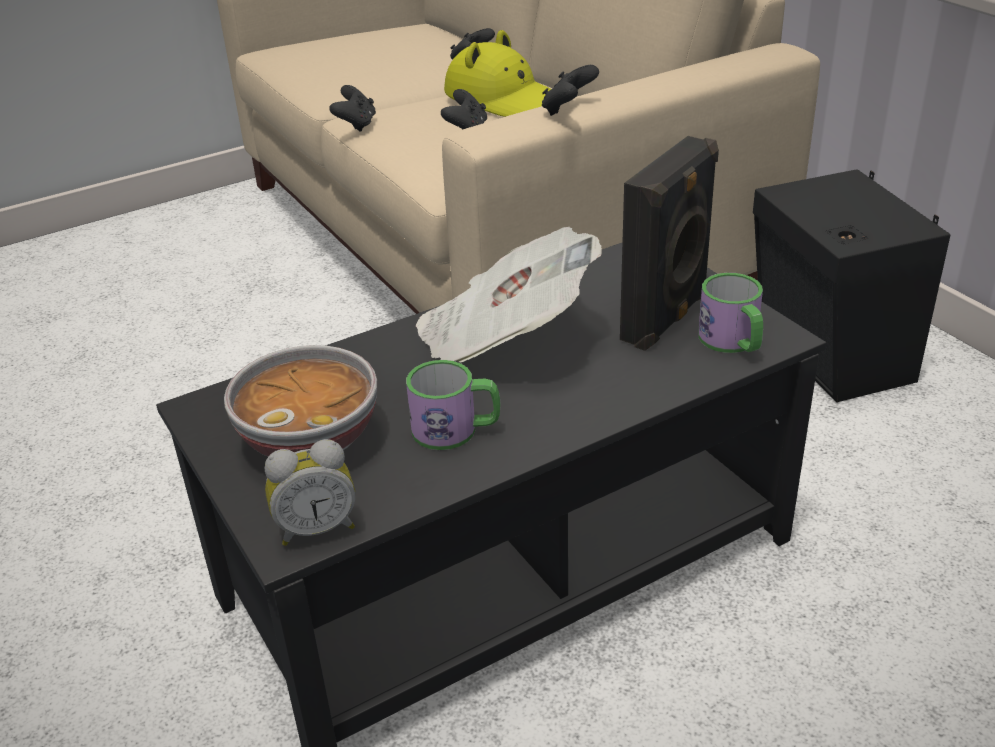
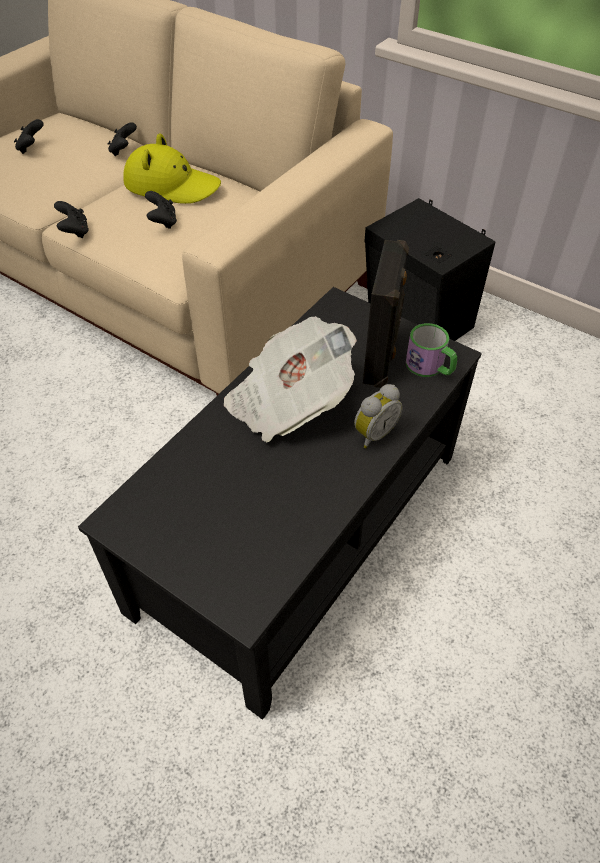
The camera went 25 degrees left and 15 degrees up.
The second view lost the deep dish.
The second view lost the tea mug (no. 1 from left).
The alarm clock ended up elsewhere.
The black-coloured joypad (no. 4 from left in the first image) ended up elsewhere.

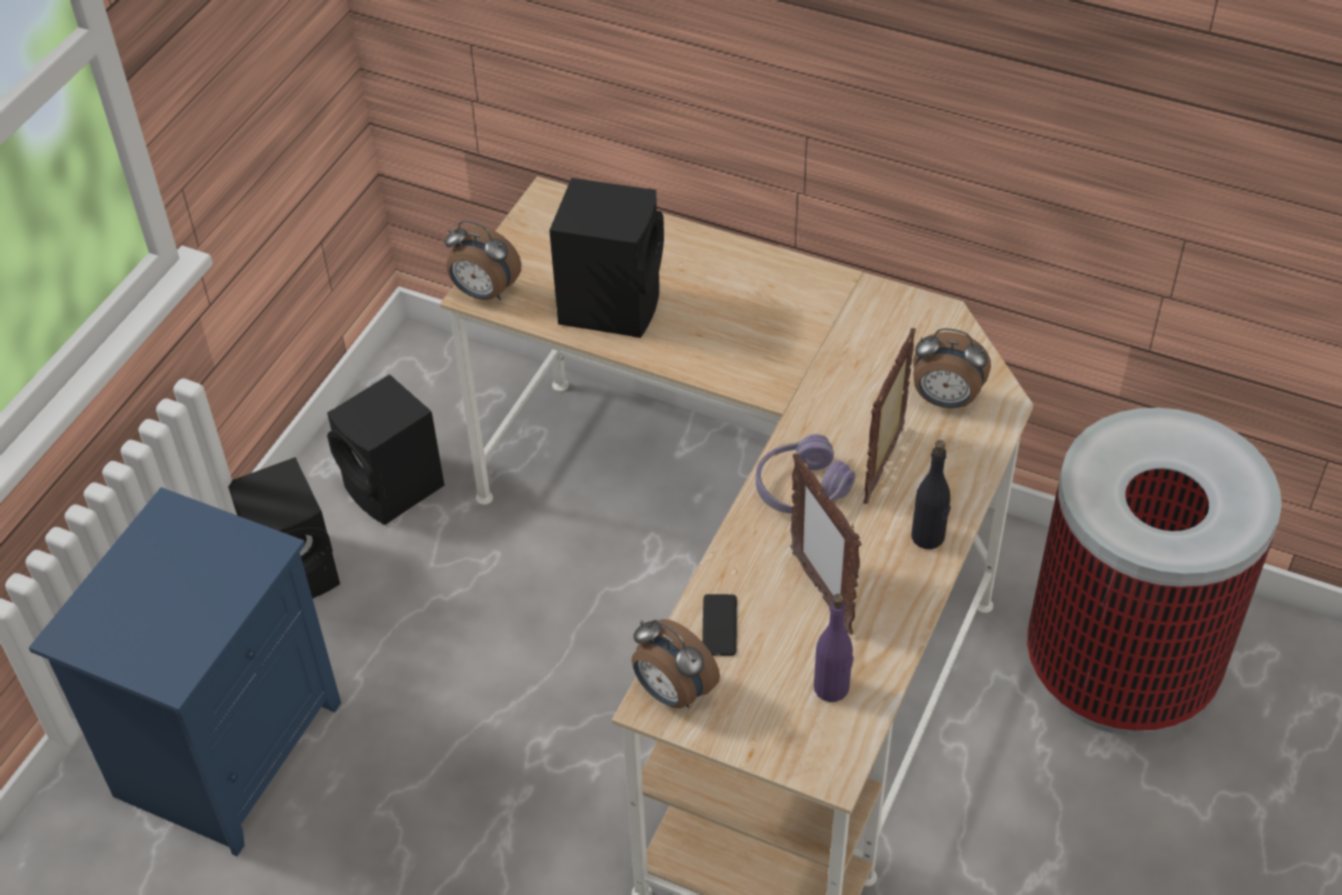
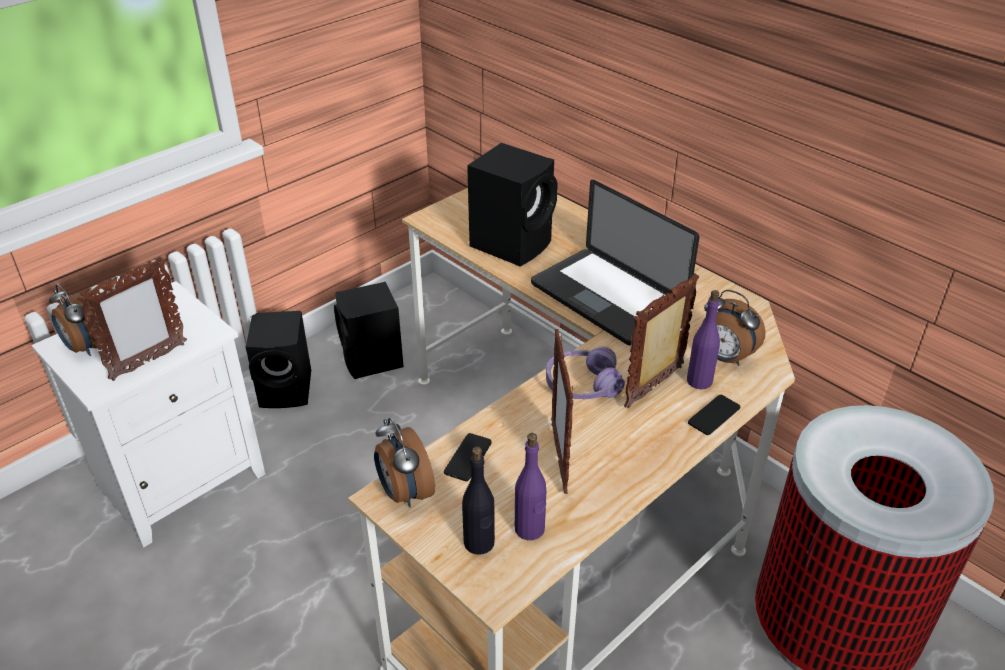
The camera went 20 degrees right and 10 degrees down.
The second view gained the picture frame (no. 1 from left).
The second view gained the portable computer.
The second view gained the purplish bottle (no. 2 from left).
The second view gained the handset (no. 2 from left).
The alarm clock (no. 1 from left) ended up elsewhere.
The black-coloured bottle ended up elsewhere.
What was the blue-coloured bedside table turned into the whitish bedside table.

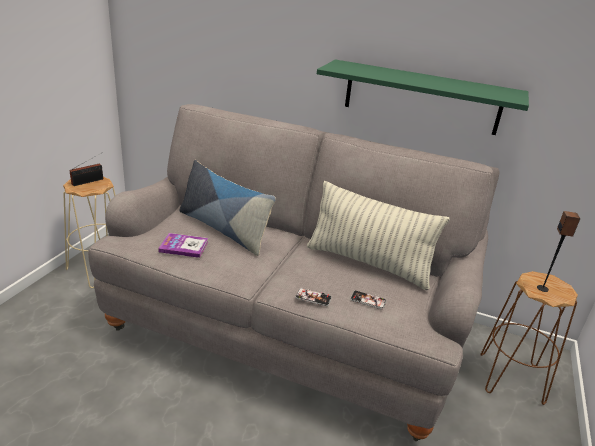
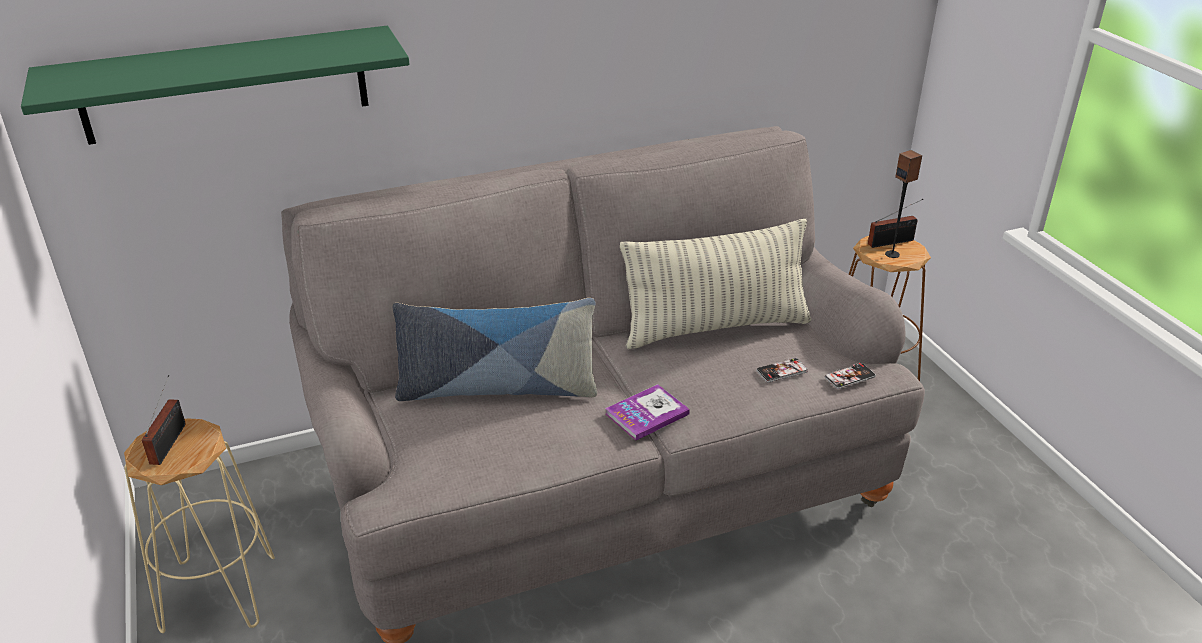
The camera went 40 degrees left and 5 degrees up.
The second view gained the radio (no. 2 from left).
The bound book ended up elsewhere.
The handset (no. 1 from left in the first image) ended up elsewhere.
The greenish wall shelf ended up elsewhere.

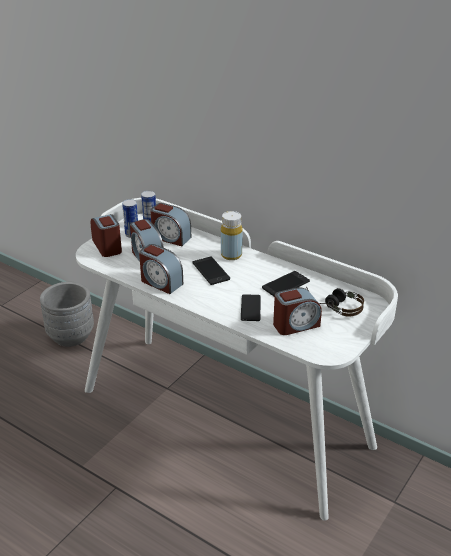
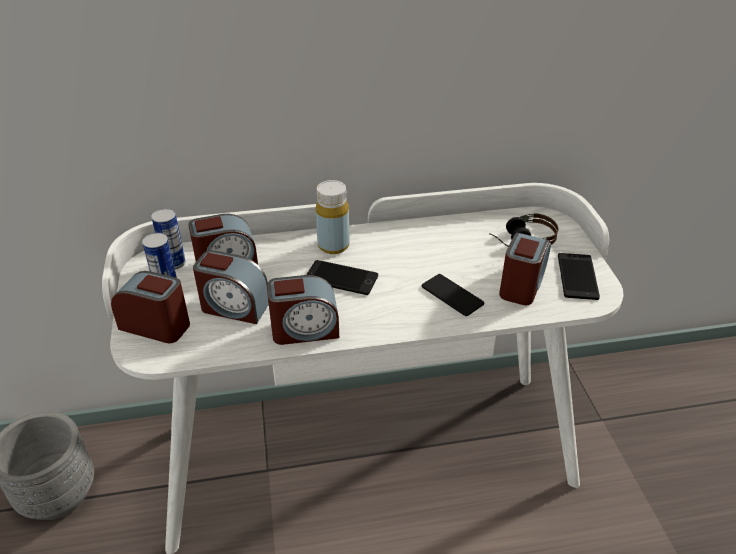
The camera went 45 degrees left and 5 degrees up.
The handset (no. 3 from left) ended up elsewhere.

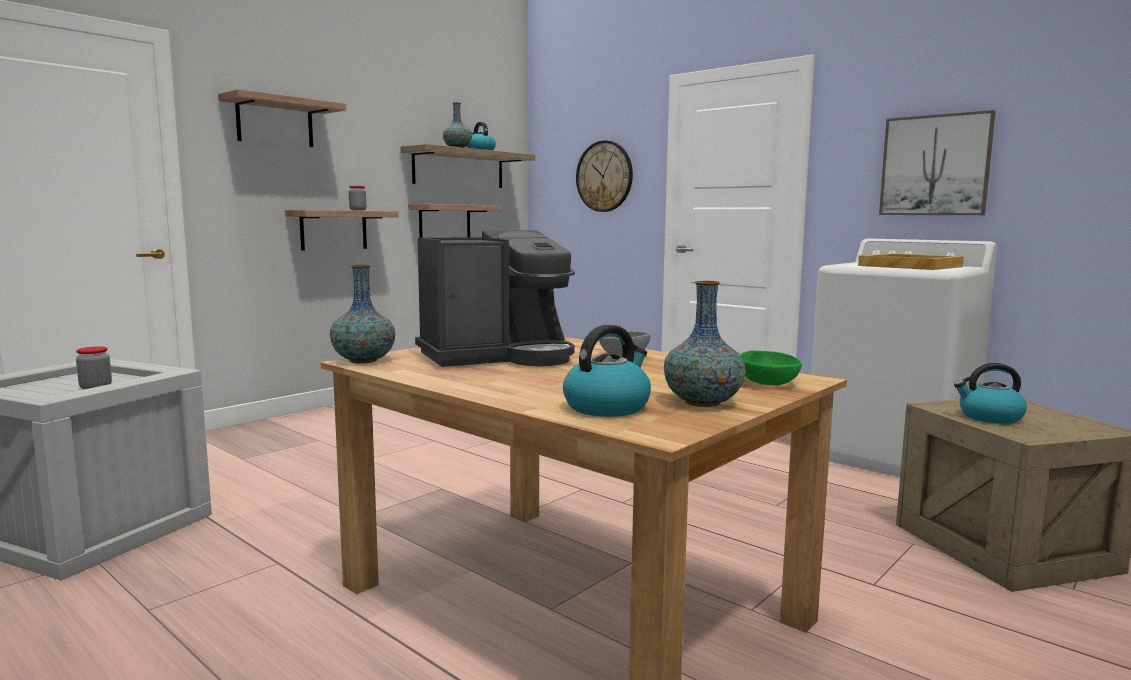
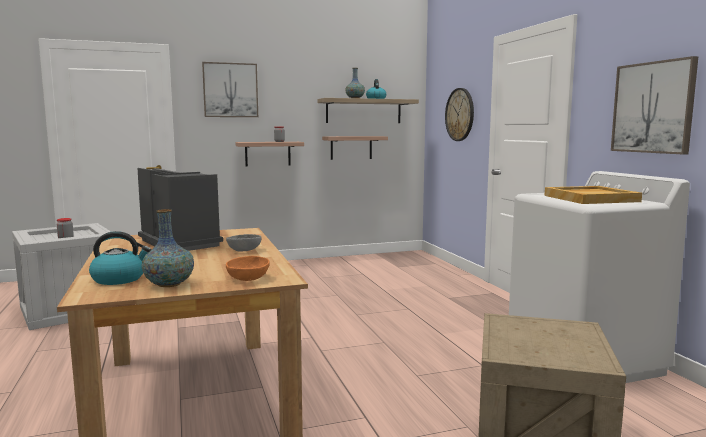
The camera went 30 degrees right and 0 degrees up.
The second view lost the flower vase (no. 1 from left).
The second view lost the water kettle (no. 3 from left).
Where the wall shelf (no. 1 from left) hung, the wall picture (no. 1 from left) came to hang.
What was the greenish deep dish turned into the orange-coloured deep dish.
The coffee machine ended up facing another way, 135 degrees counterclockwise from before.

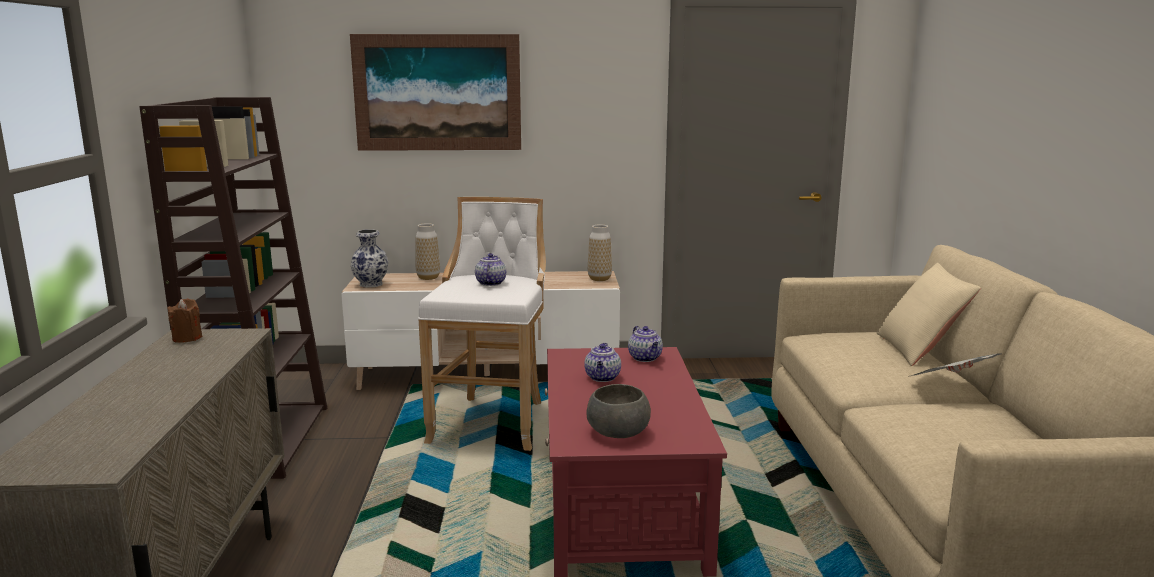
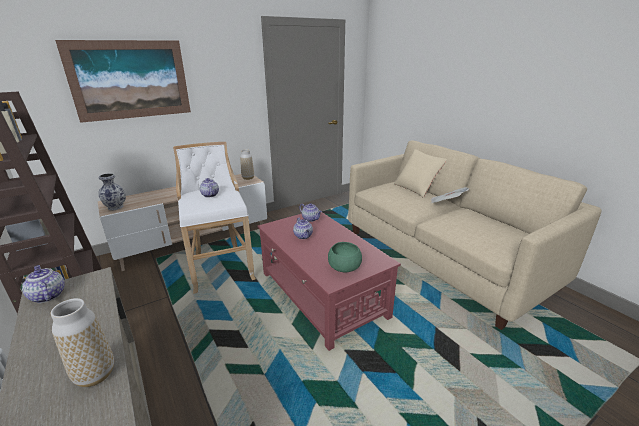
The camera went 30 degrees left and 10 degrees up.
The flower vase (no. 2 from left in the first image) ended up elsewhere.
Where the brown wax candle stood, the pot for tea (no. 1 from left) came to stand.
What was the greyish deep dish turned into the greenish deep dish.

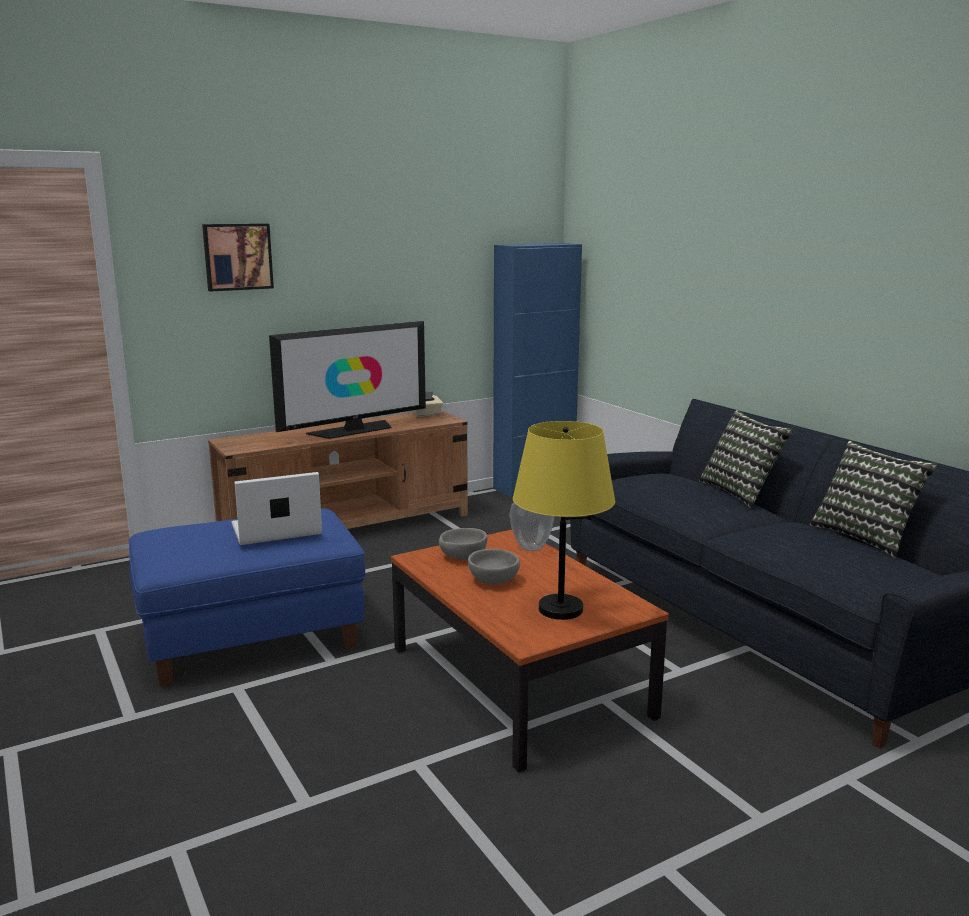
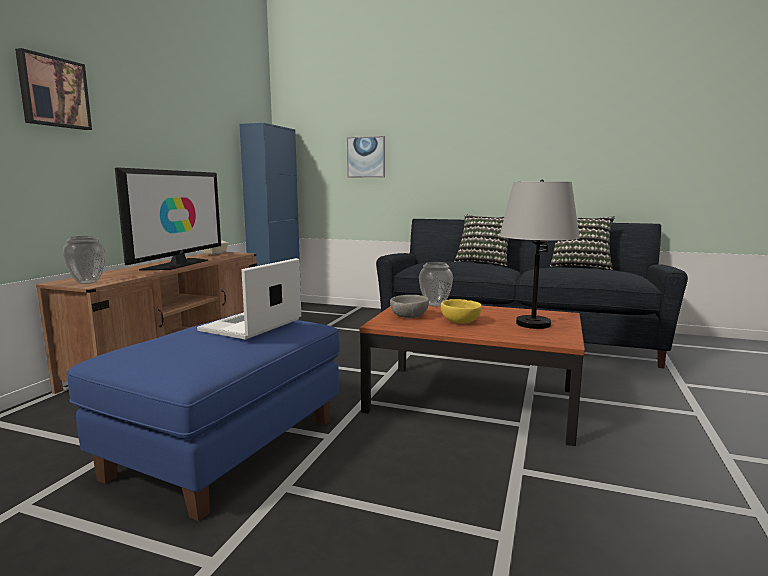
The camera went 40 degrees left and 5 degrees down.
The second view gained the flower vase (no. 1 from left).
The second view gained the wall picture (no. 2 from left).
What was the greyish deep dish (no. 2 from left) turned into the yellow deep dish.
What was the yellow lamp for a table turned into the greyish lamp for a table.

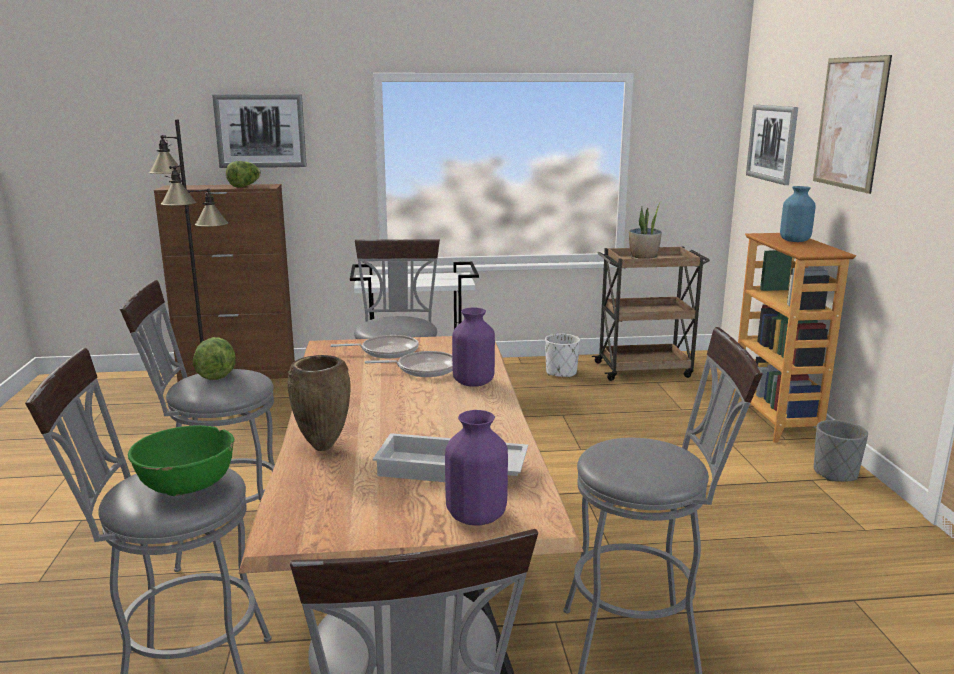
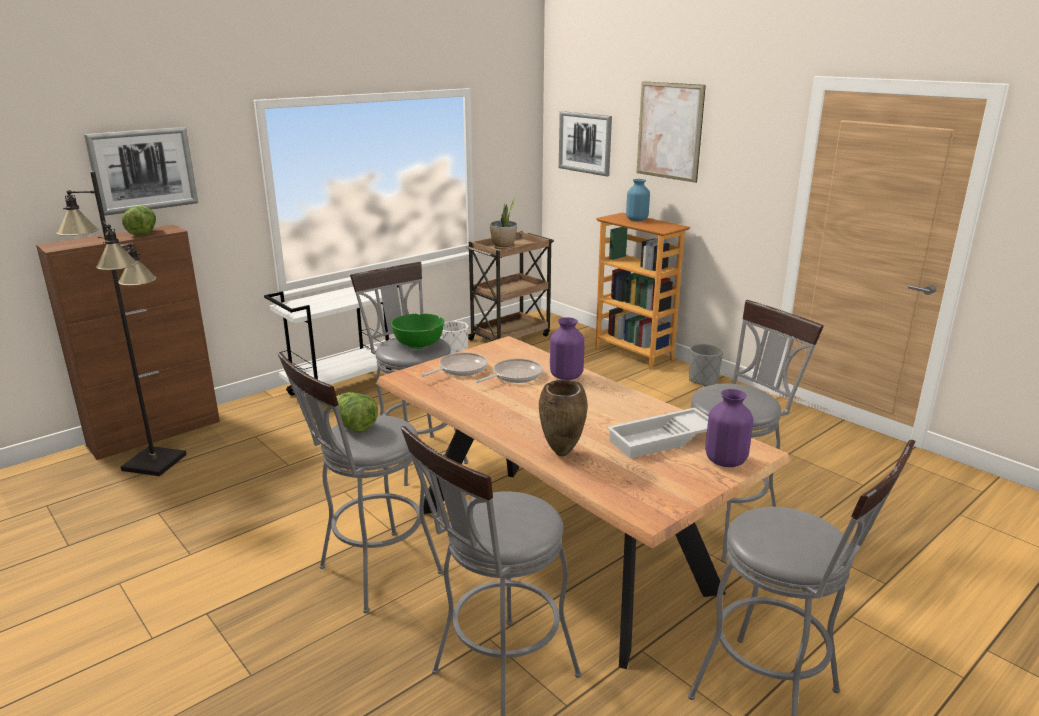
The camera went 35 degrees left and 5 degrees up.
The greenish deep dish ended up elsewhere.

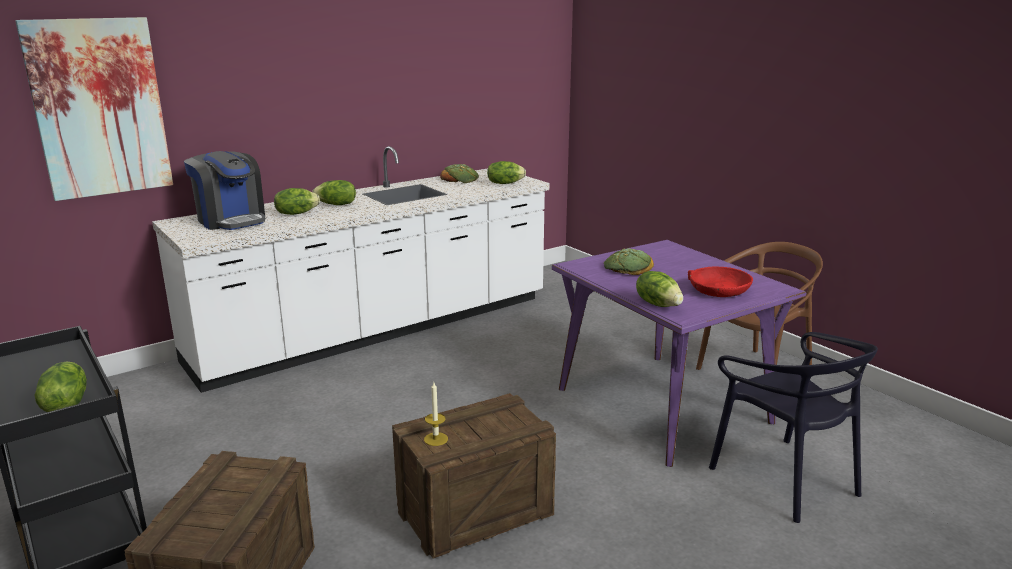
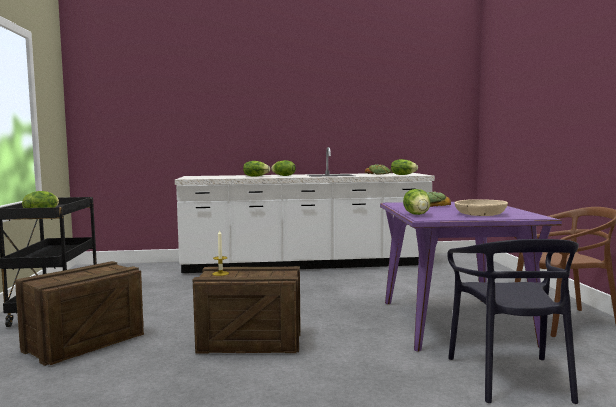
The camera went 30 degrees right and 15 degrees down.
The second view lost the wall picture.
The second view lost the coffee machine.
What was the red deep dish turned into the sand-coloured deep dish.

